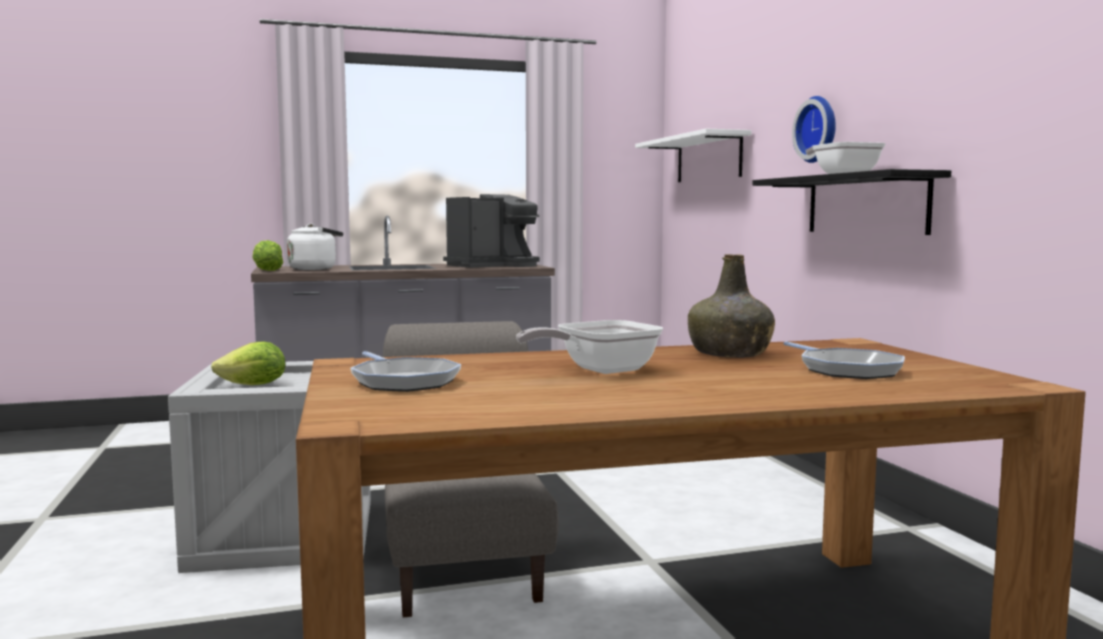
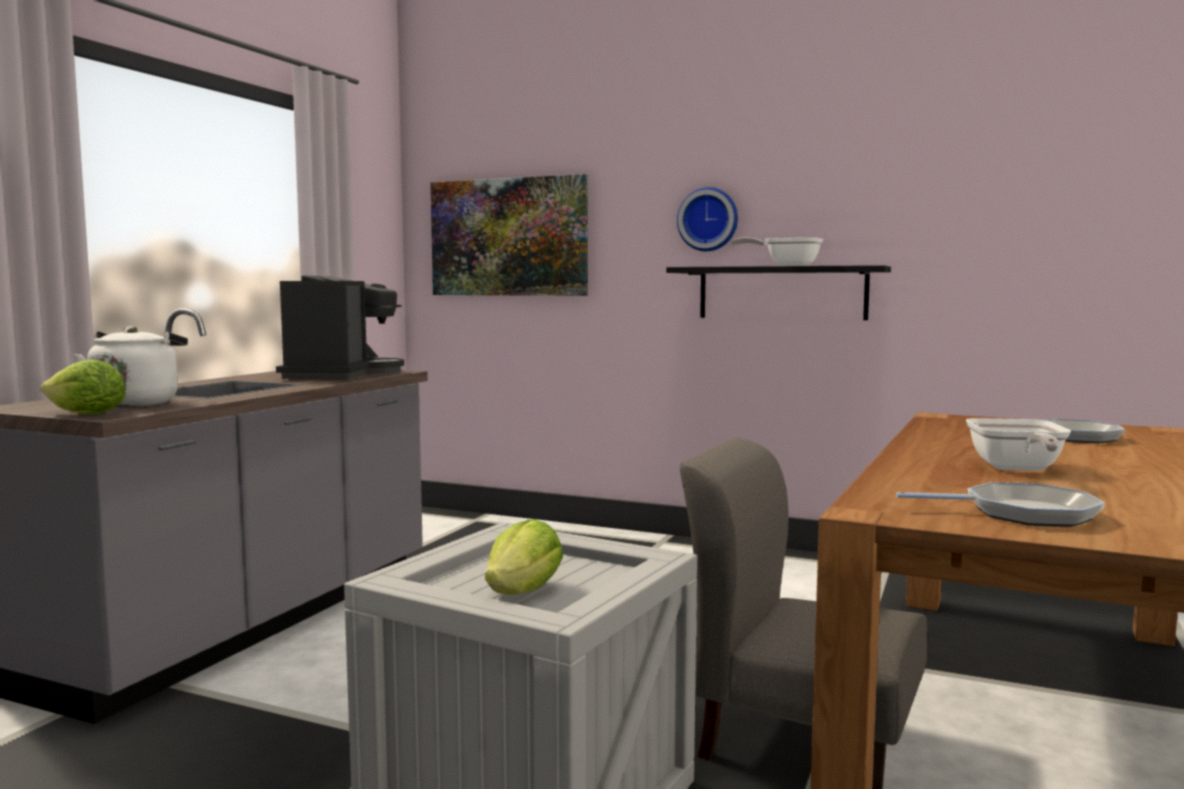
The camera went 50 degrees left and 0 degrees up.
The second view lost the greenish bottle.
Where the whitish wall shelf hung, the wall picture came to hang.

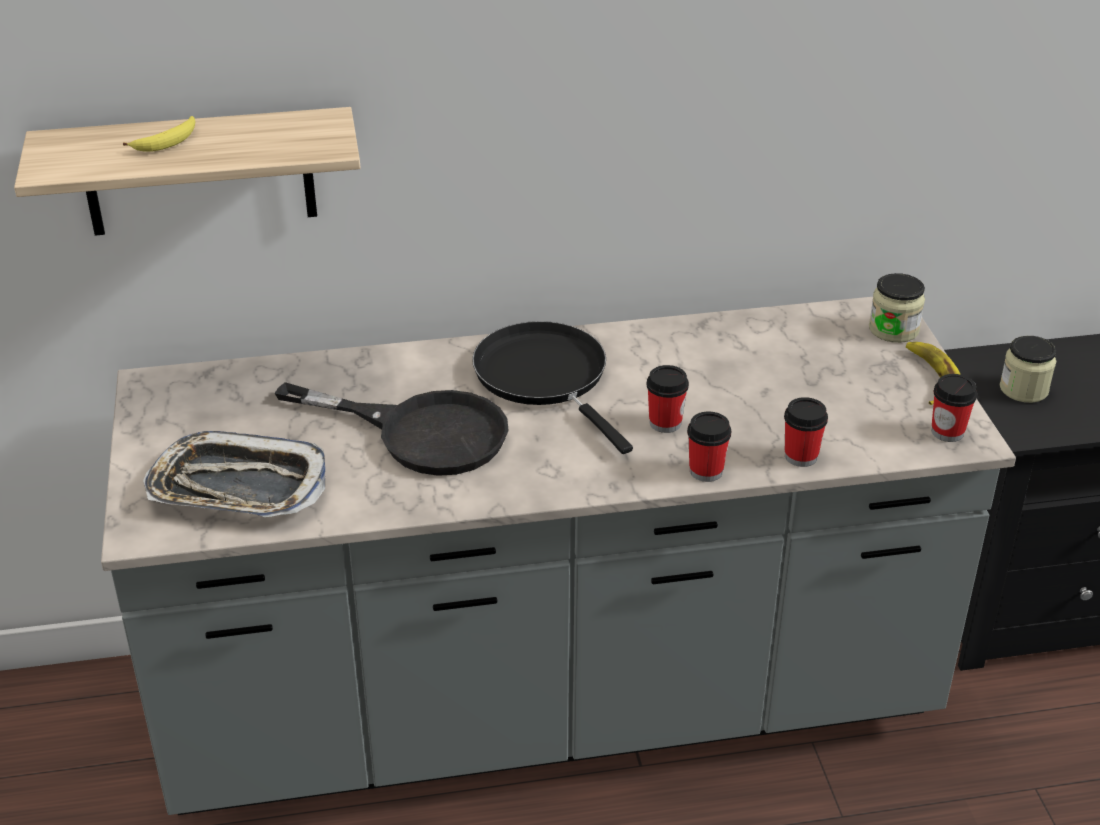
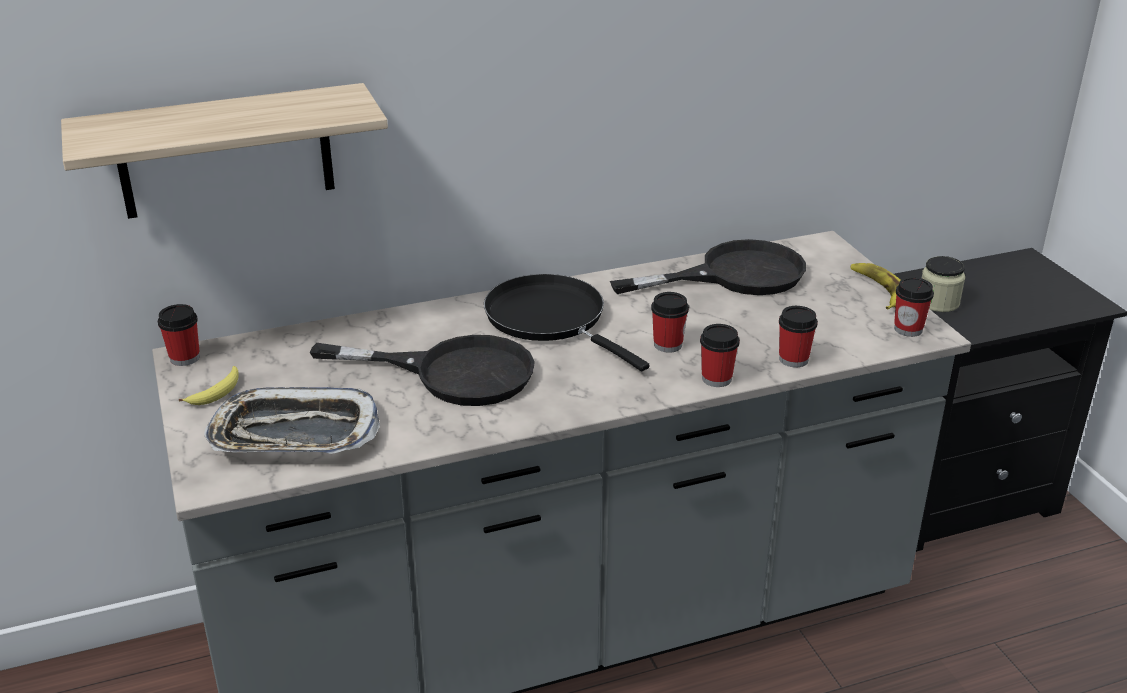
The camera went 10 degrees left and 5 degrees down.
The second view lost the preserve jar (no. 1 from left).
The second view gained the drinking cup (no. 1 from left).
The second view gained the black-coloured pan (no. 3 from left).
The banana (no. 1 from left) ended up elsewhere.

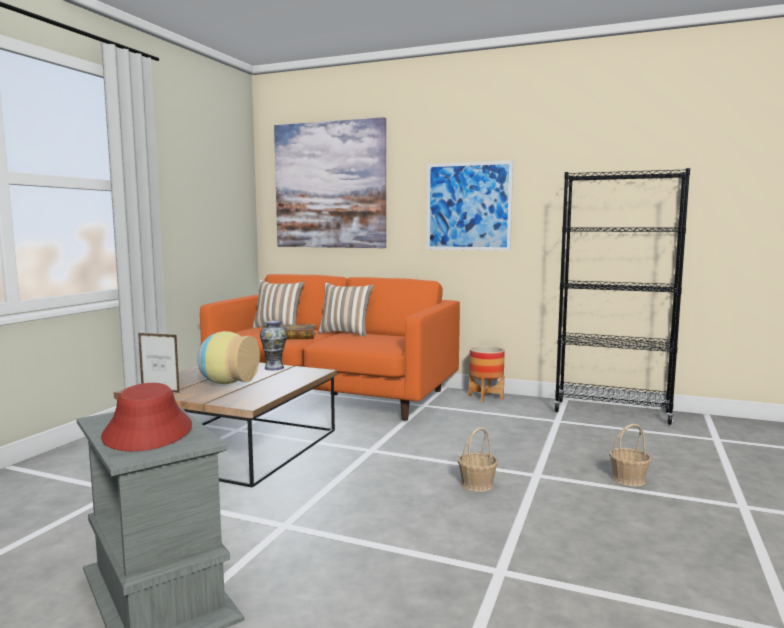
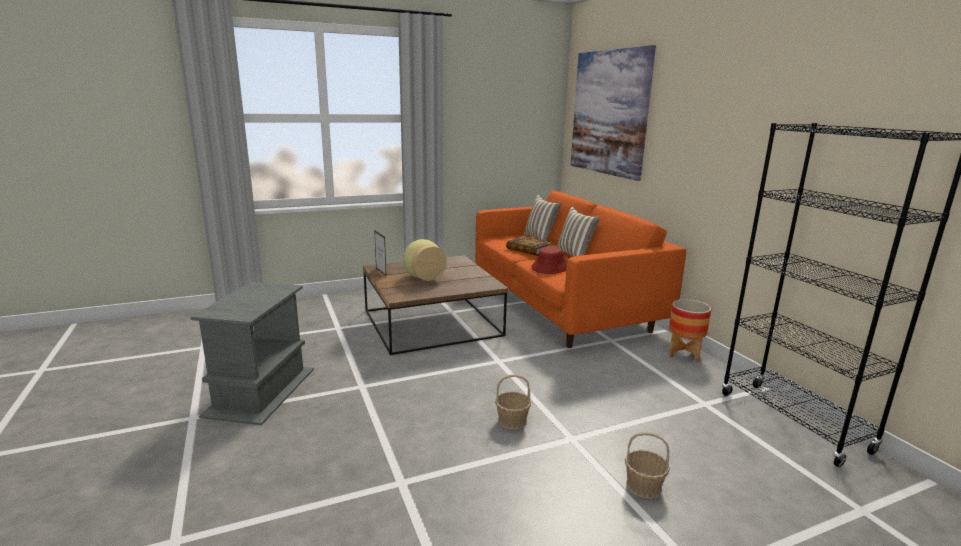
The camera went 45 degrees right and 10 degrees up.
The second view lost the flower vase (no. 2 from left).
The second view lost the wall picture (no. 2 from left).
The red hat ended up elsewhere.

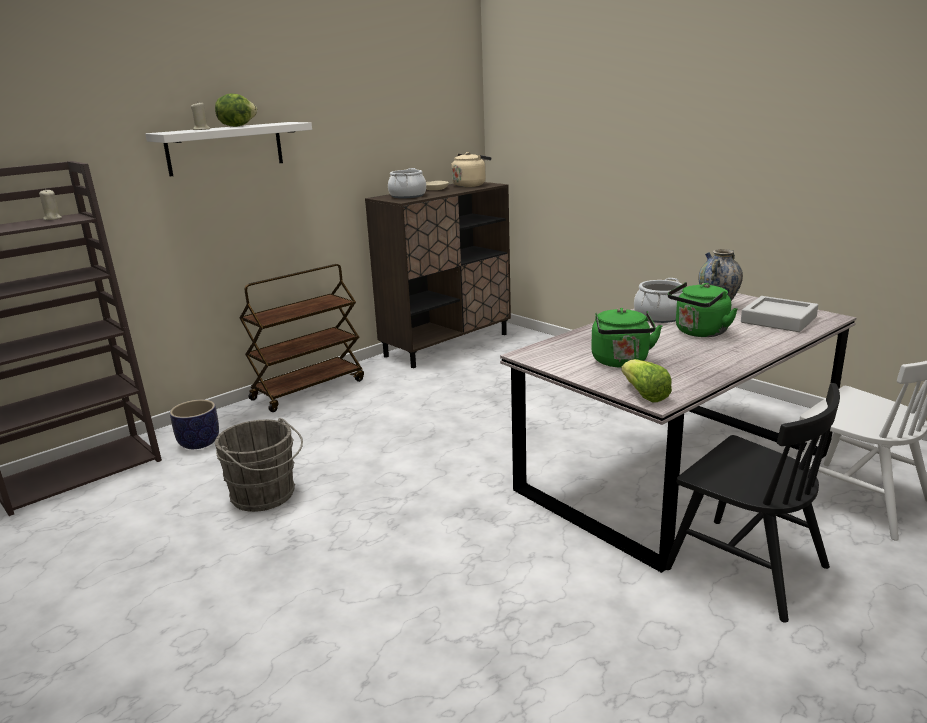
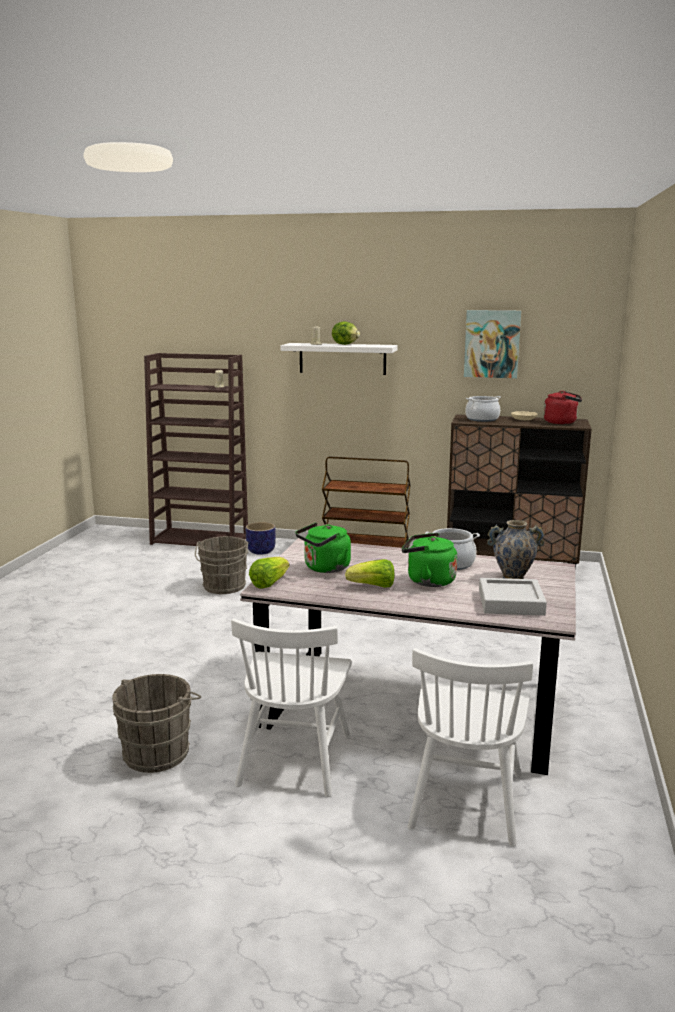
The camera went 55 degrees right and 5 degrees down.
The second view gained the greyish water bucket (no. 1 from left).
The second view gained the lettuce head (no. 3 from left).
The second view gained the wall picture.
What was the sand-coloured water kettle turned into the red water kettle.
What was the black-coloured plain chair turned into the whitish plain chair (no. 1 from left).

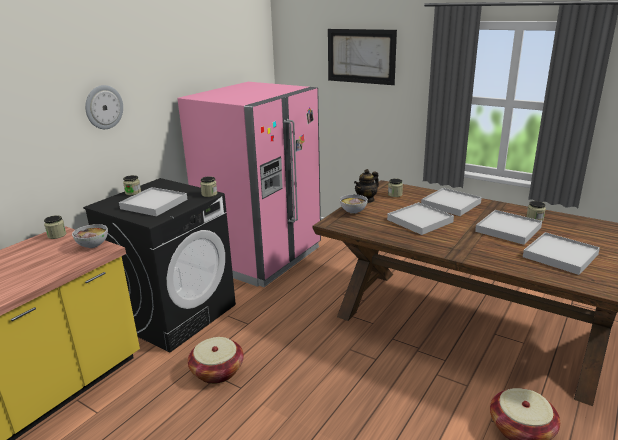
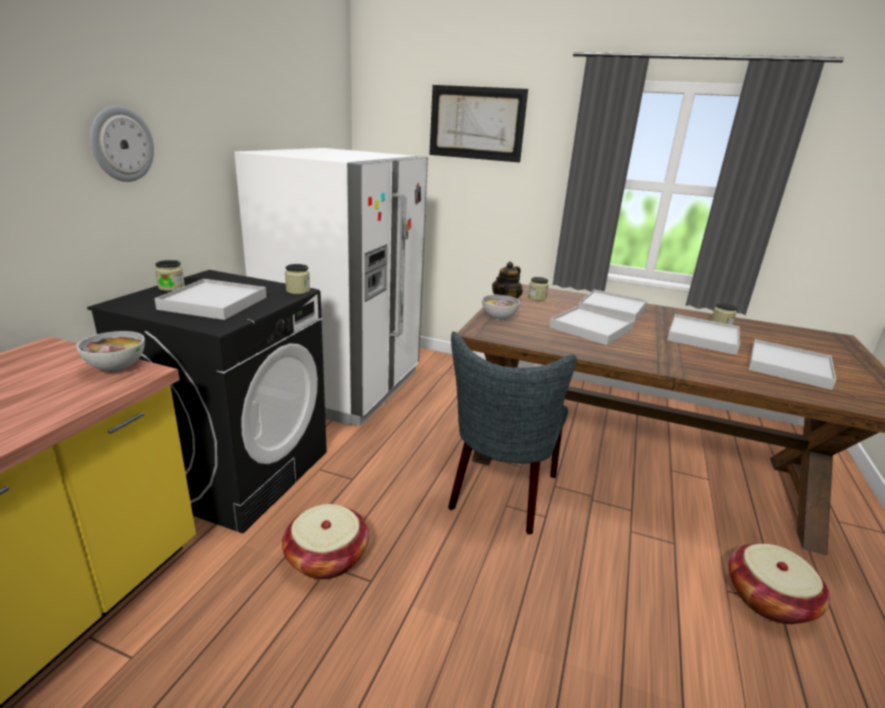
The camera went 15 degrees left and 0 degrees up.
The second view lost the preserve jar (no. 1 from left).
The second view gained the greyish plain chair.
What was the pink-coloured fridge turned into the whitish fridge.

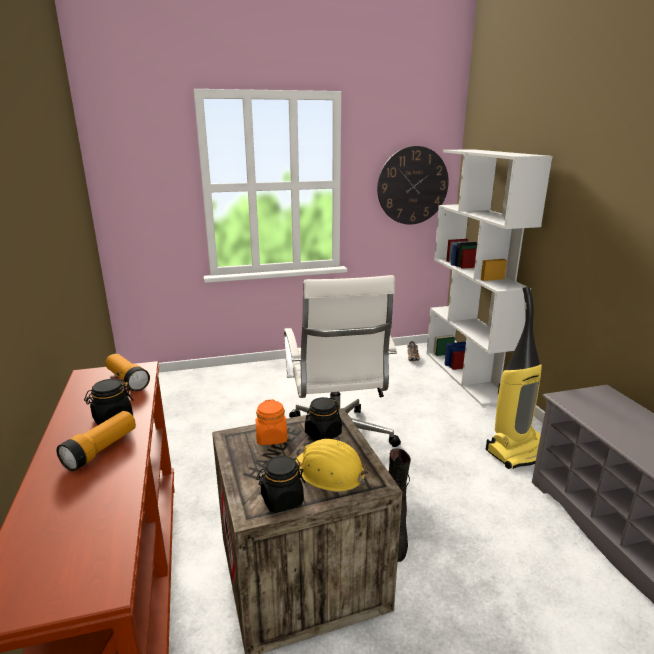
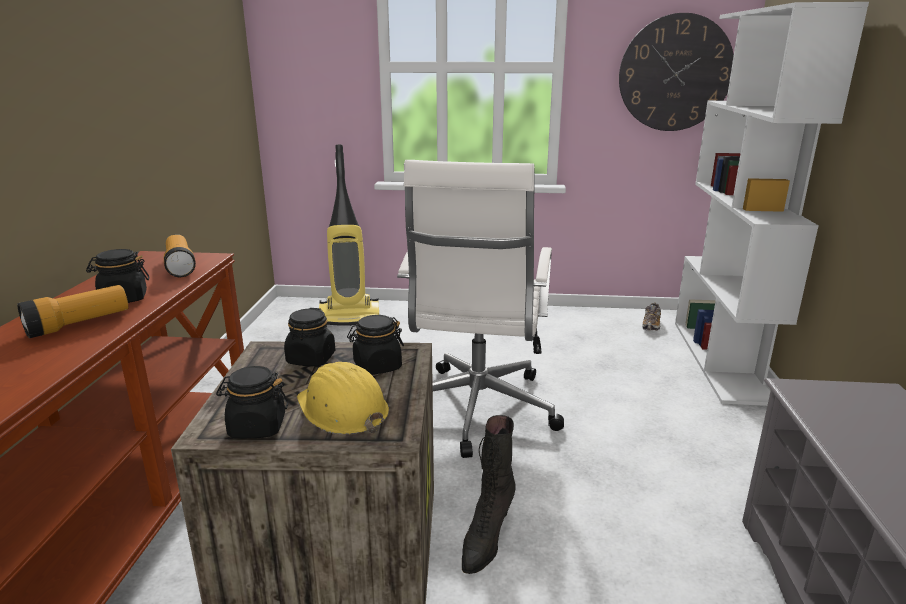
The camera went 20 degrees right and 0 degrees up.
The vacuum cleaner ended up elsewhere.
What was the orange-coloured preserve jar turned into the black-coloured preserve jar (no. 3 from left).

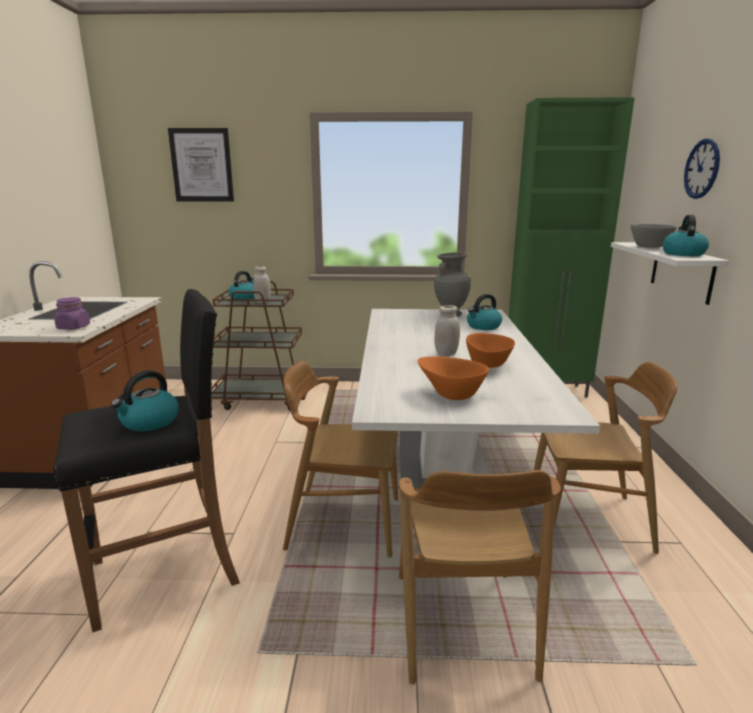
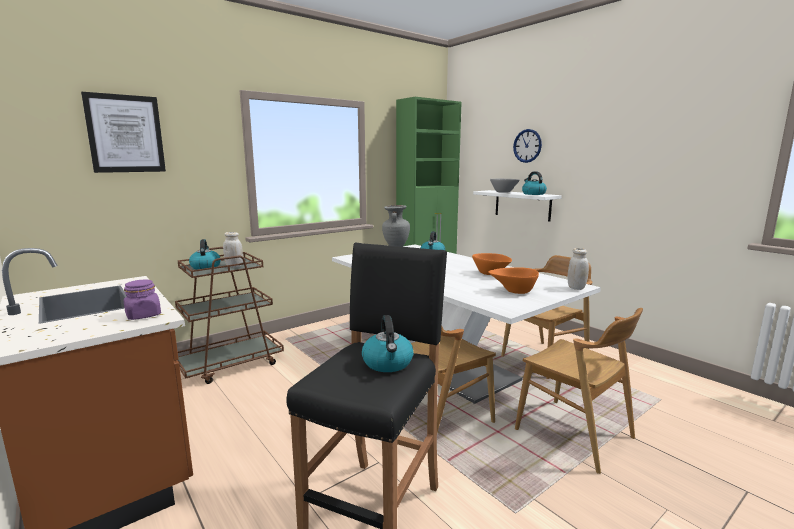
The camera went 40 degrees left and 5 degrees down.
The whitish preserve jar (no. 2 from left) ended up elsewhere.

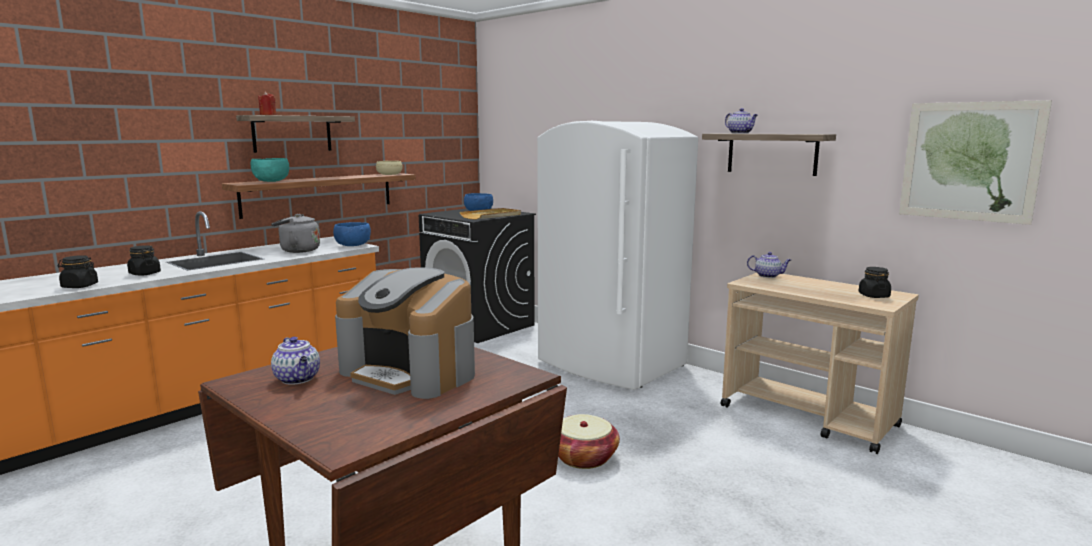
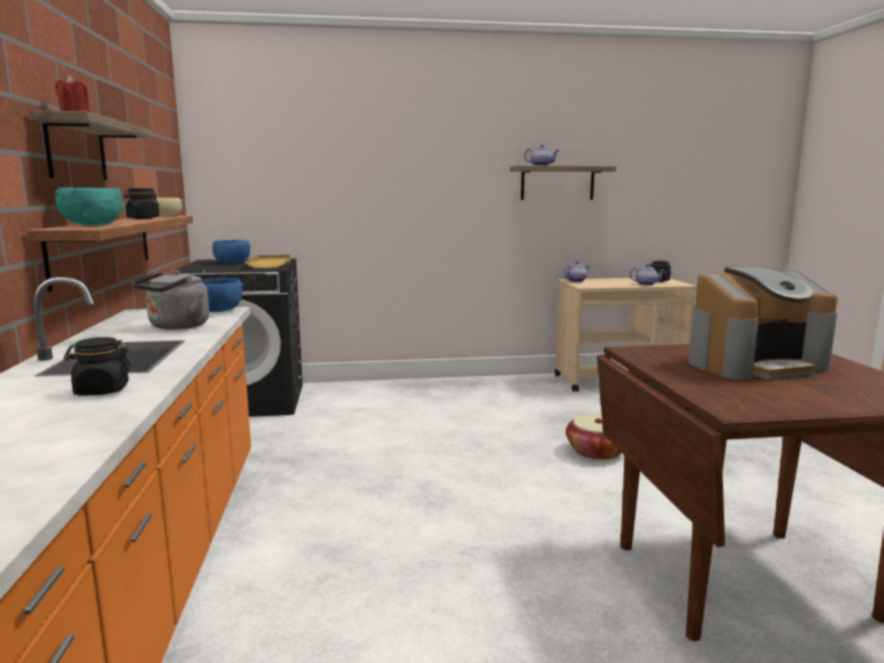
The camera went 50 degrees left and 0 degrees up.
The second view lost the whitish fridge.
The second view lost the wall picture.
The black-coloured preserve jar (no. 1 from left in the first image) ended up elsewhere.
The pot for tea (no. 1 from left in the first image) ended up elsewhere.

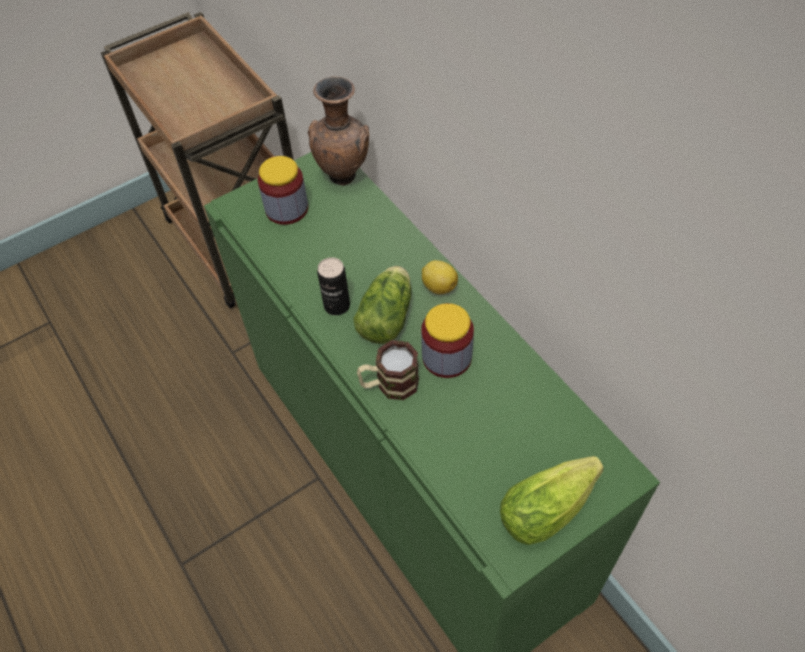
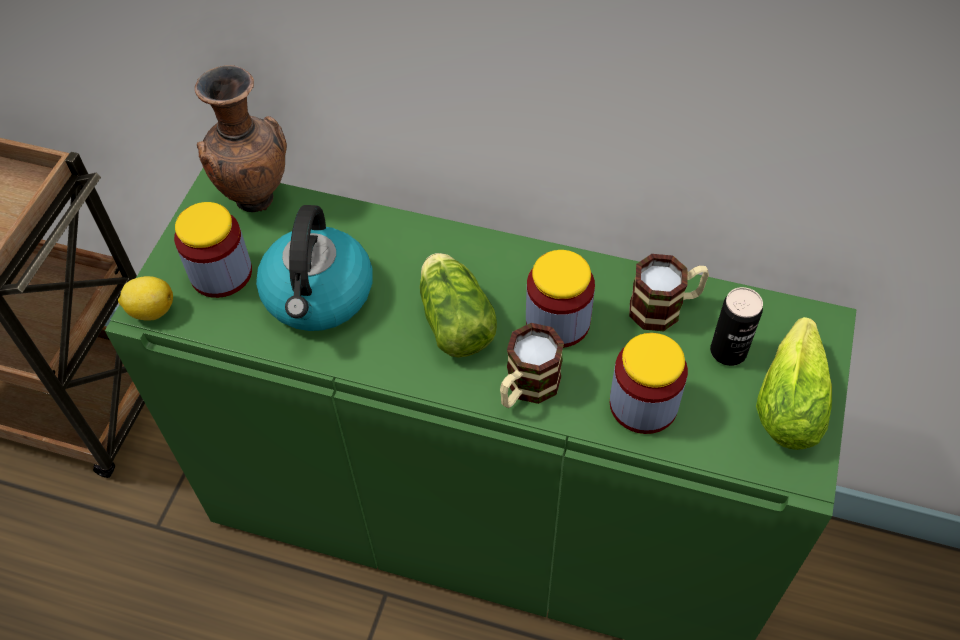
The camera went 40 degrees left and 0 degrees up.
The second view gained the water kettle.
The second view gained the preserve jar (no. 3 from left).
The second view gained the tea mug (no. 2 from left).
The sealed can ended up elsewhere.
The lemon ended up elsewhere.

